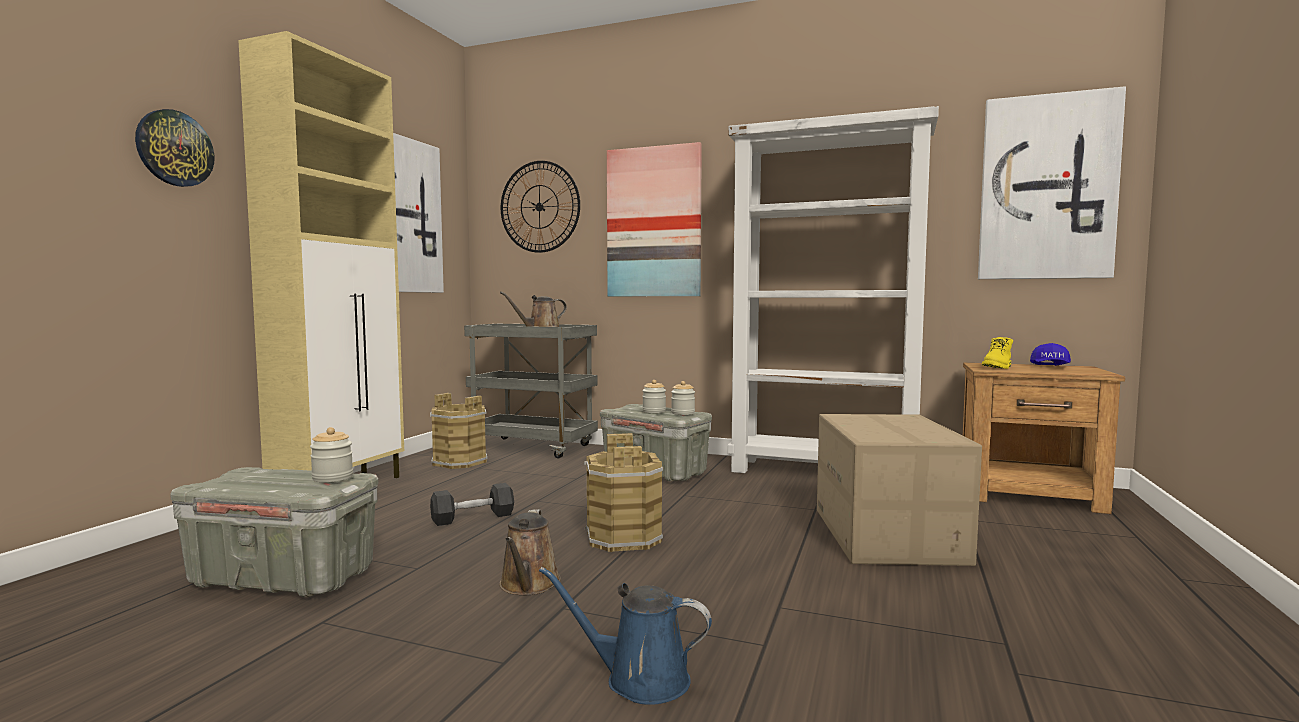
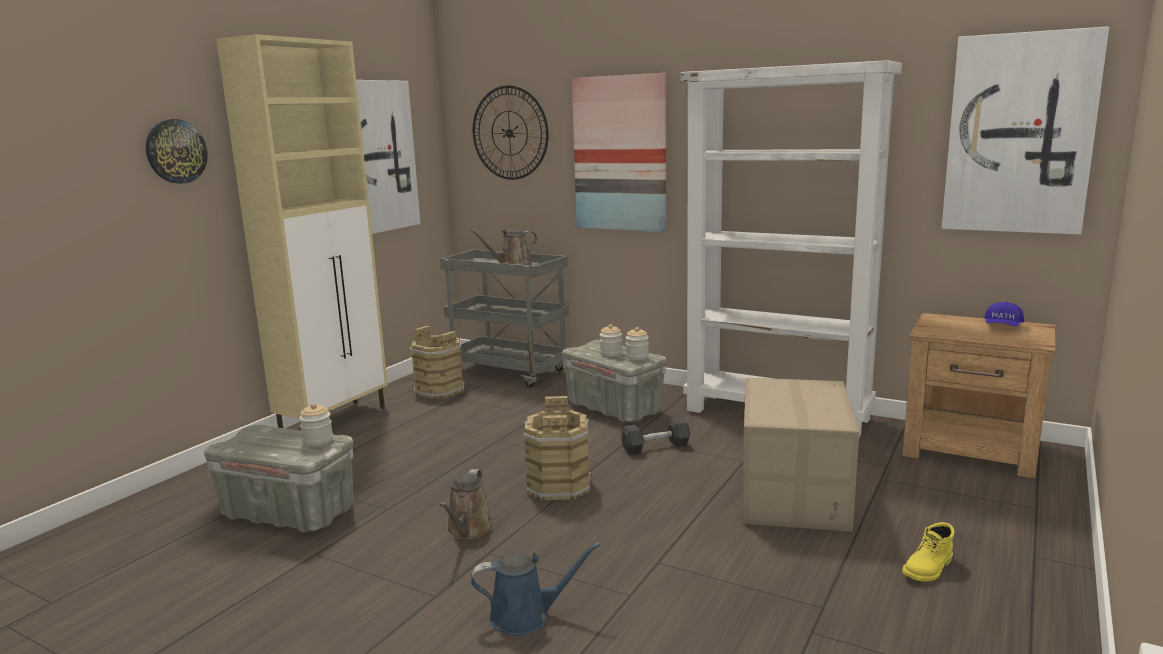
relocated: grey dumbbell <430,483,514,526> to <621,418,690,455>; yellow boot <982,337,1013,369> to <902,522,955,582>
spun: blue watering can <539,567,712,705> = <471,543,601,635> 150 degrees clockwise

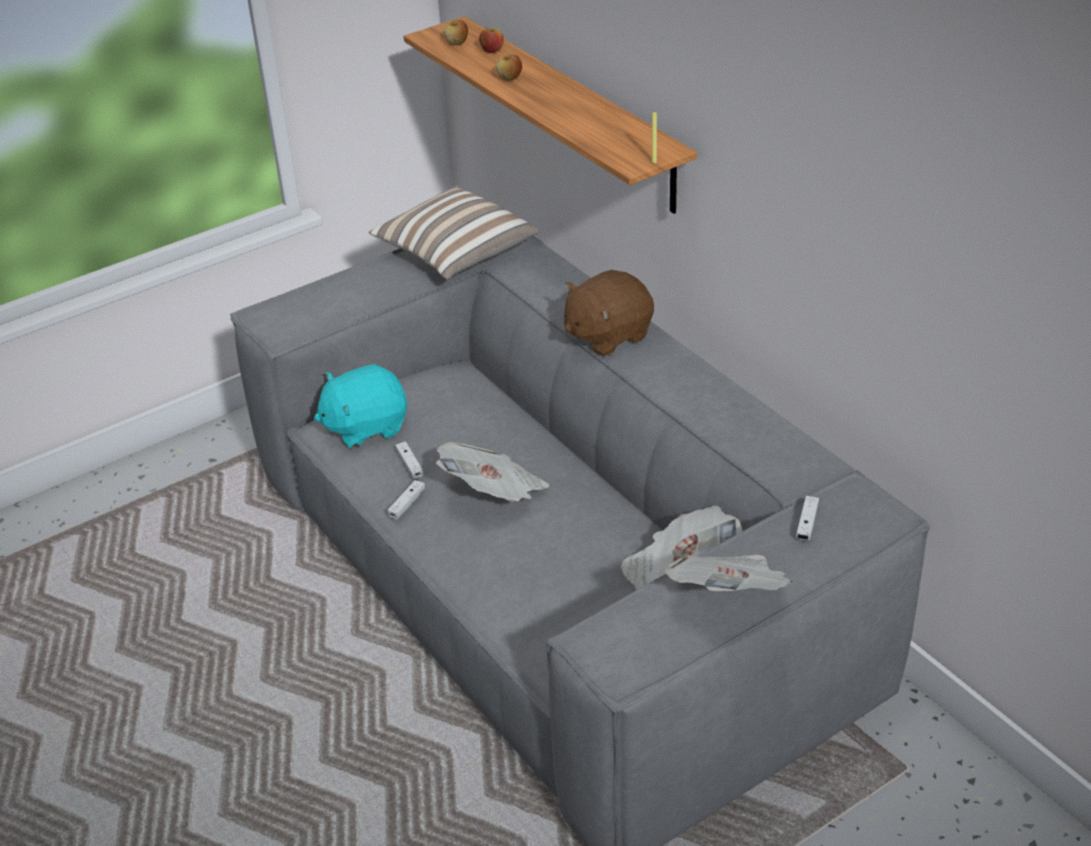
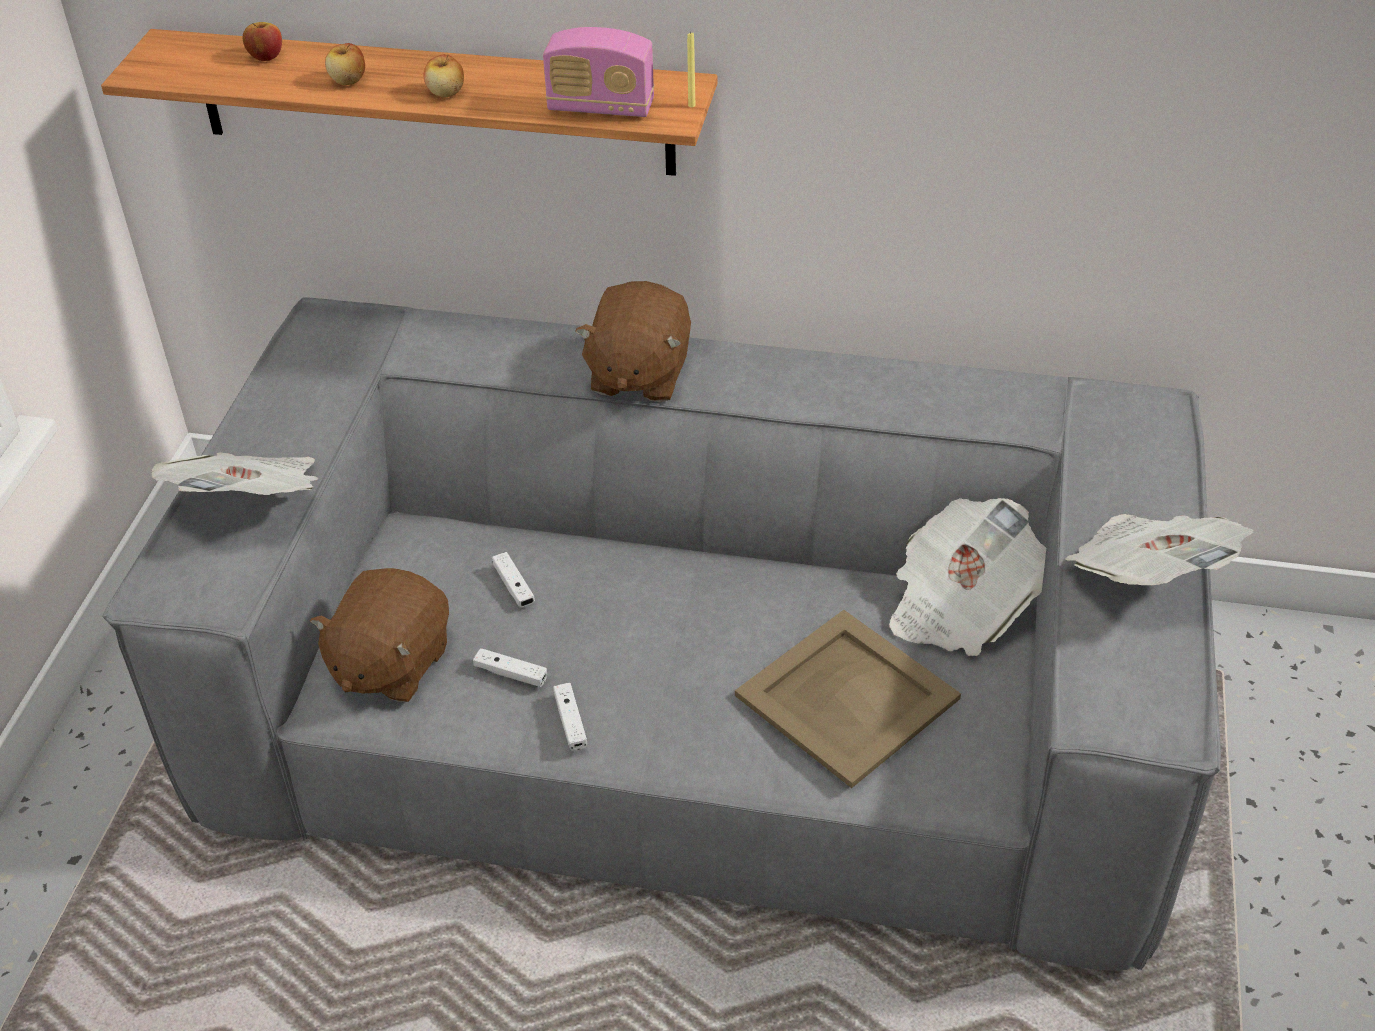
missing: pillow <369,186,540,279>
appeared: radio <543,27,654,117>; beige tray <735,610,961,788>
relocated: newspaper <435,442,549,502> to <151,452,318,495>; apple <444,20,468,45> to <424,55,464,98>; white game controller <796,496,819,540> to <492,552,535,607>
colour: turquoise plush toy <314,364,407,448> to brown plush toy <310,568,449,702>

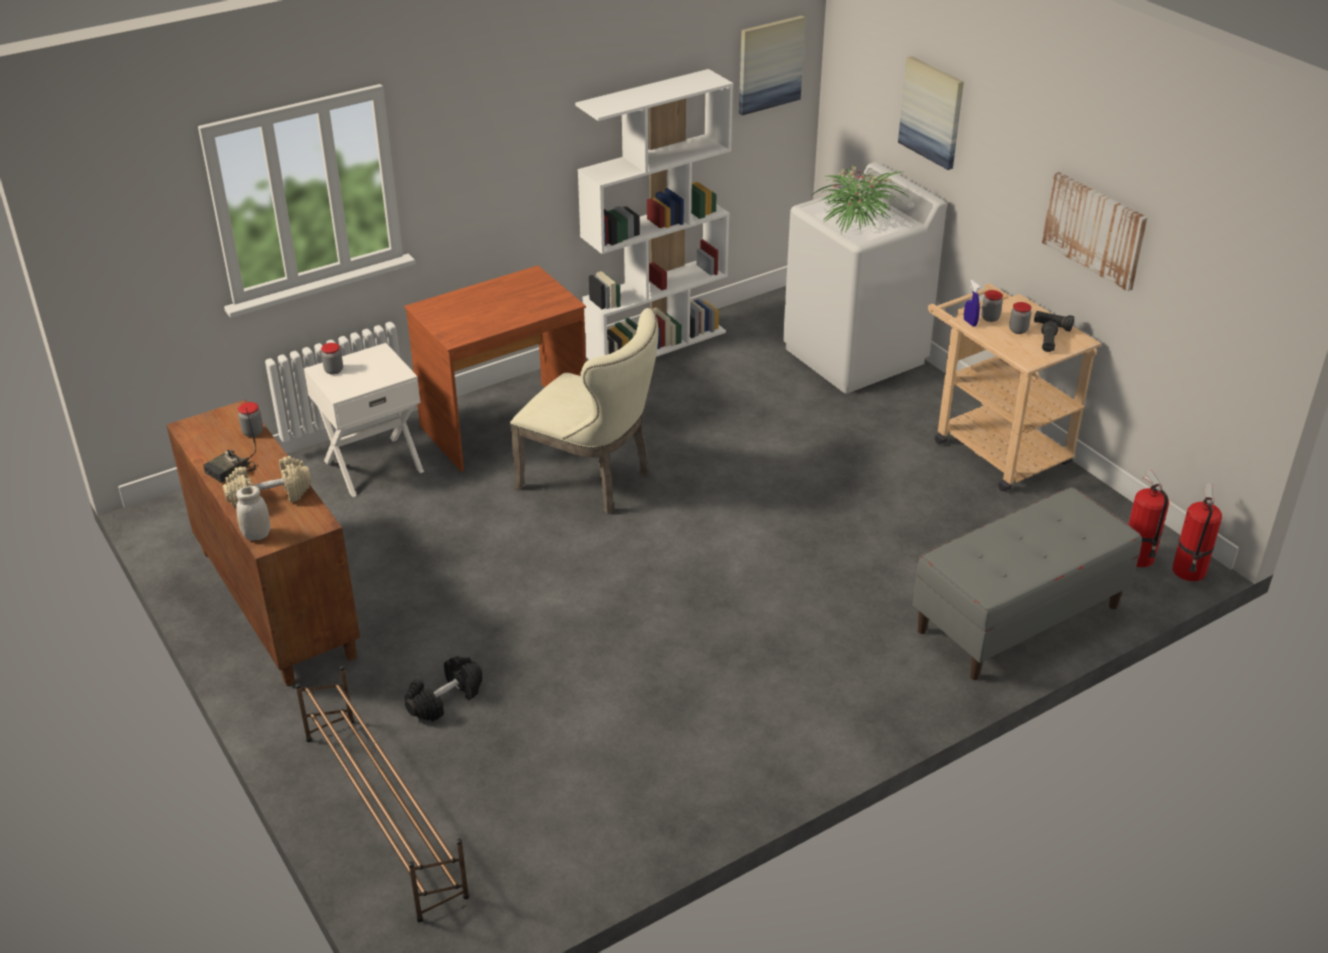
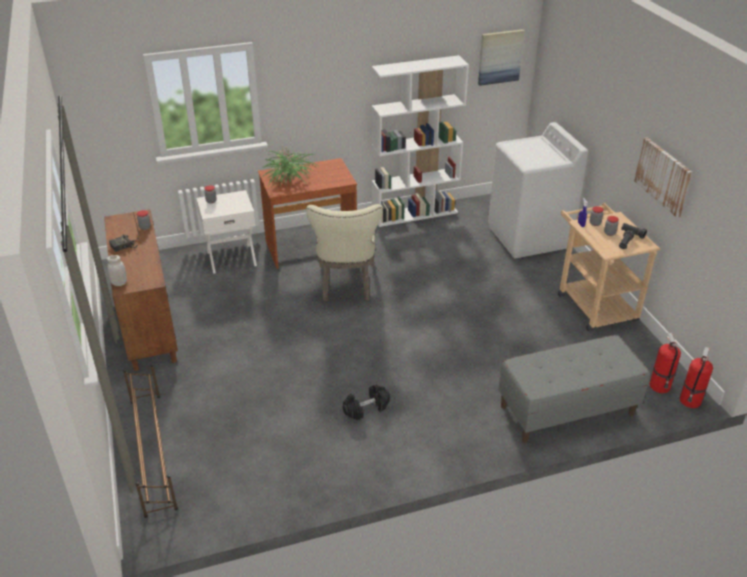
missing: beige dumbbell <223,456,311,506>; picture <898,56,964,170>
relocated: black dumbbell <405,656,482,722> to <343,385,390,420>; potted plant <812,166,908,233> to <261,147,319,187>
spun: beige chair <510,308,658,514> = <306,204,382,301> 45 degrees clockwise

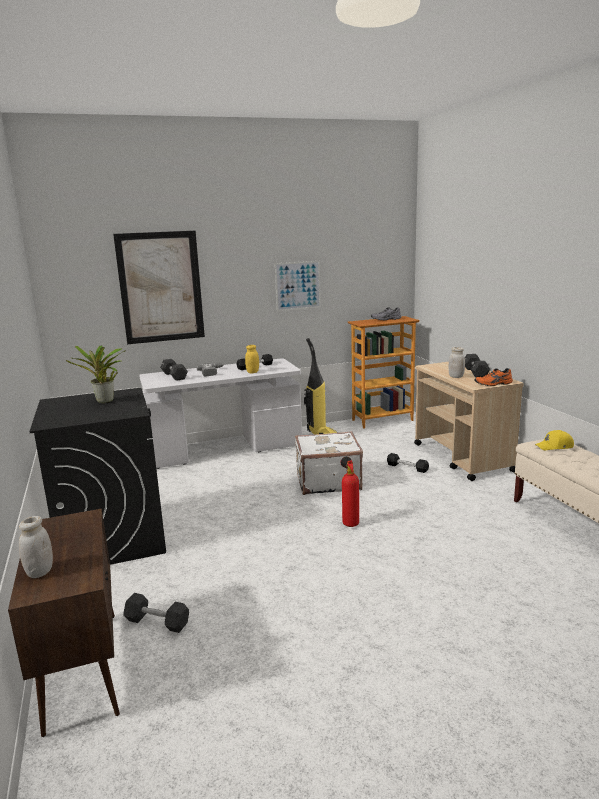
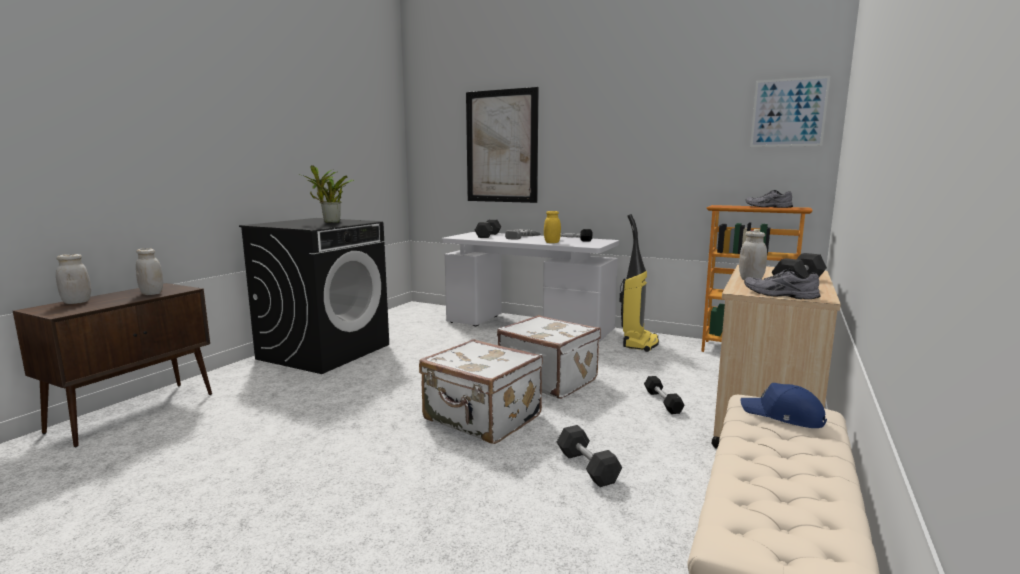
appeared: white jar <136,248,163,295>
relocated: black dumbbell <123,593,189,633> to <557,425,622,487>; picture <275,261,321,311> to <750,76,830,147>
exchanged: fire extinguisher <340,456,359,527> to white suitcase <419,339,543,444>
colour: orange shoe <474,368,513,386> to grey shoe <744,269,821,299>; yellow cap <535,430,574,451> to blue cap <741,383,827,428>

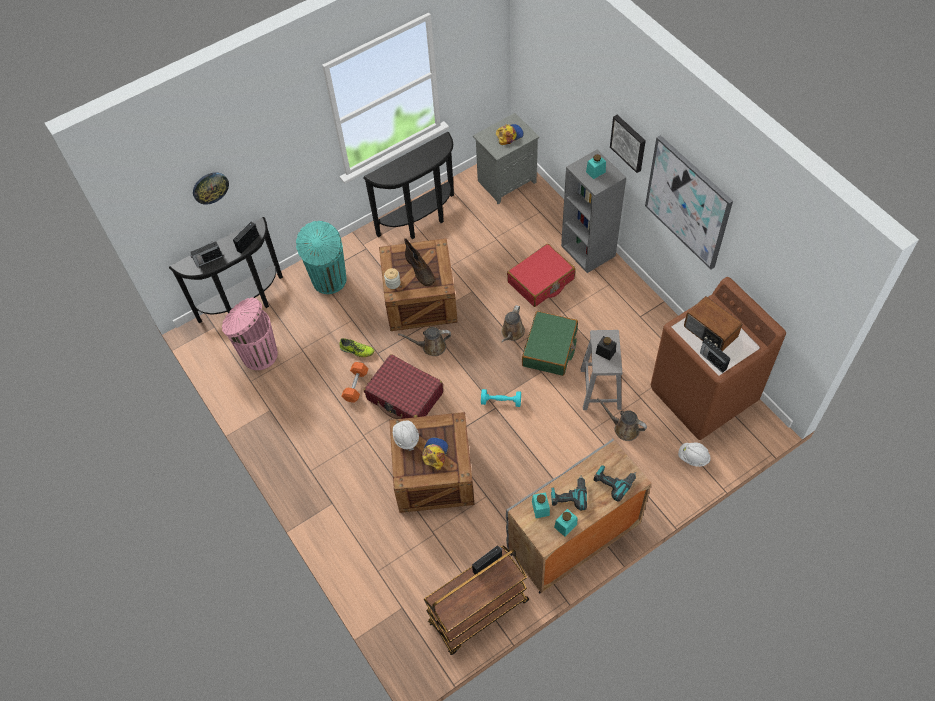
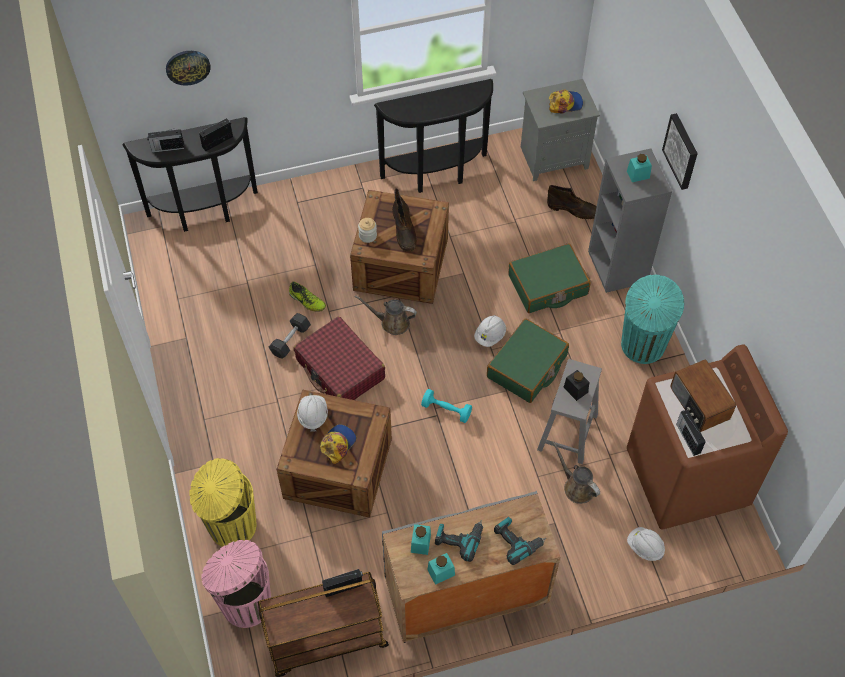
missing: picture <645,135,733,270>
appeared: yellow trash can <189,458,256,547>; brown boot <547,185,597,219>
relocated: pink trash can <222,298,278,370> to <201,540,271,628>; turquoise trash can <296,221,347,294> to <621,274,684,364>
exchanged: brown watering can <501,305,525,343> to white hard hat <474,315,506,347>
colour: orange dumbbell <341,362,369,403> to grey dumbbell <269,313,311,359>; red suitcase <507,244,575,307> to green suitcase <509,244,591,313>

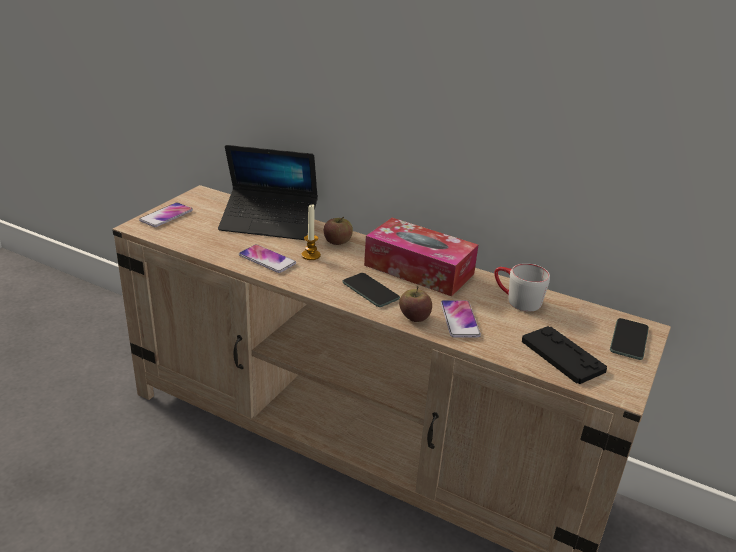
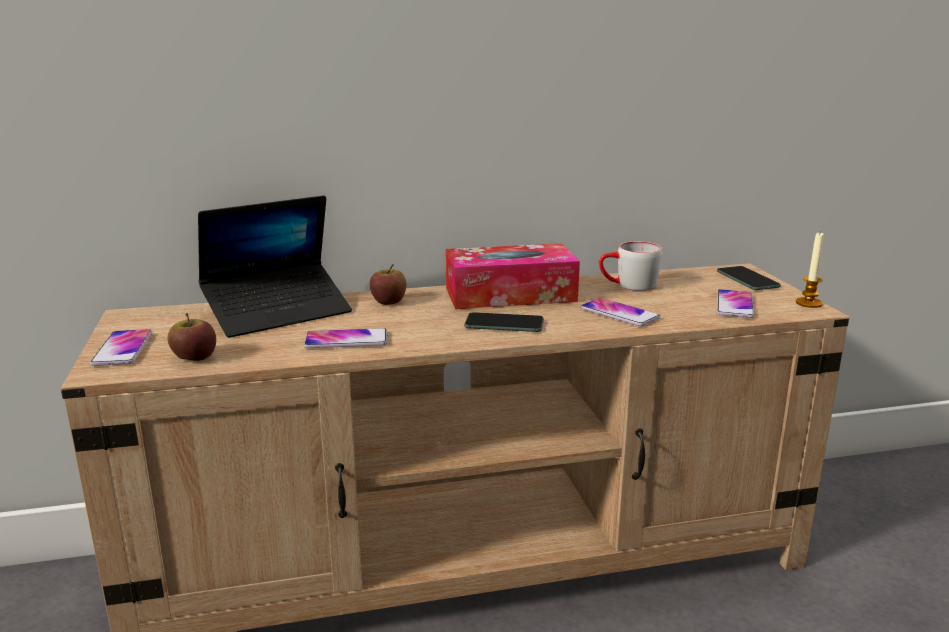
relocated: candle <301,204,321,260> to <796,233,824,308>; apple <399,286,432,322> to <167,313,216,361>
exchanged: black game controller <522,326,607,384> to phone <717,289,754,318>

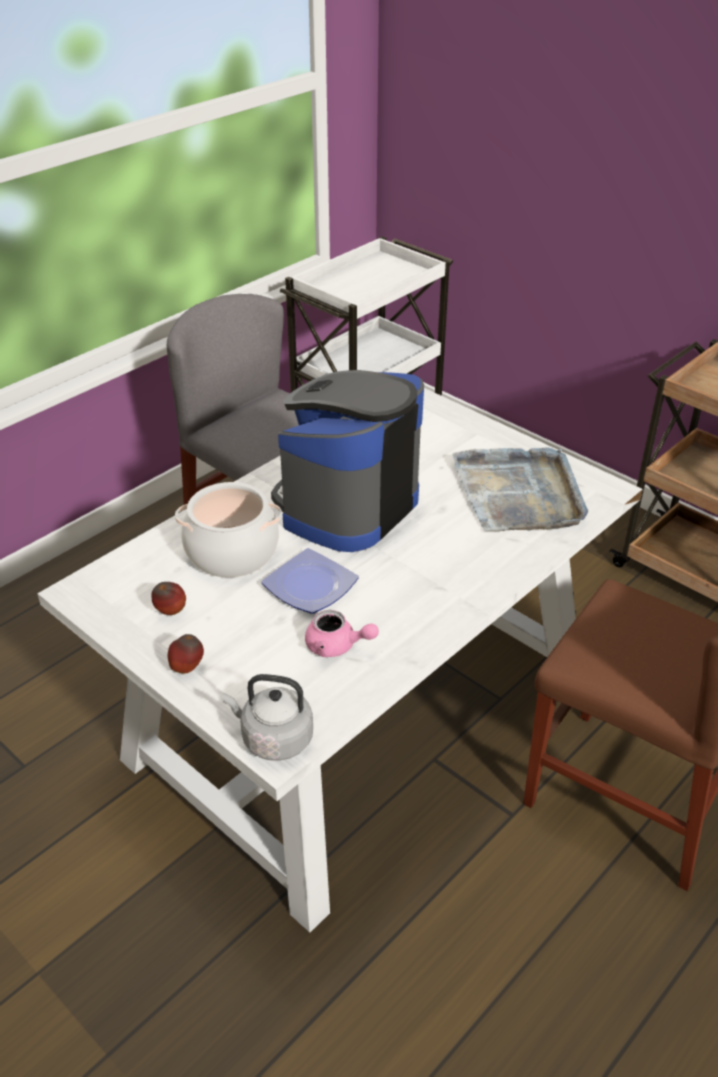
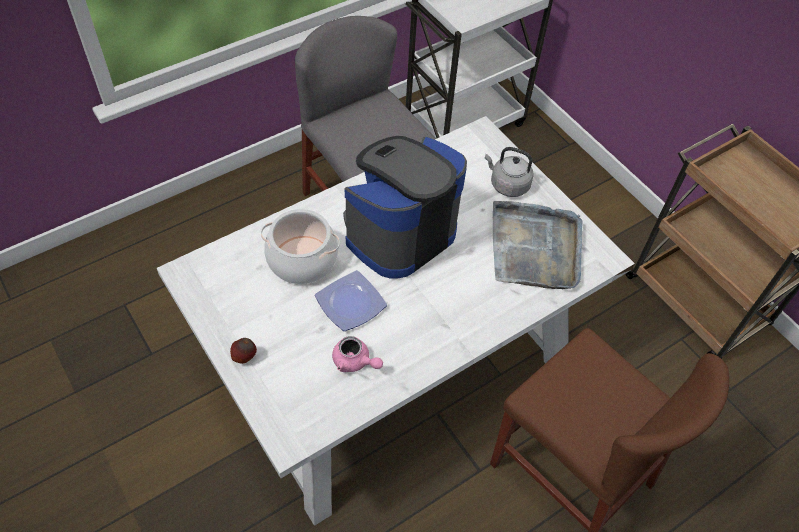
missing: apple <151,582,186,615>
relocated: grey kettle <222,674,313,761> to <485,147,534,197>

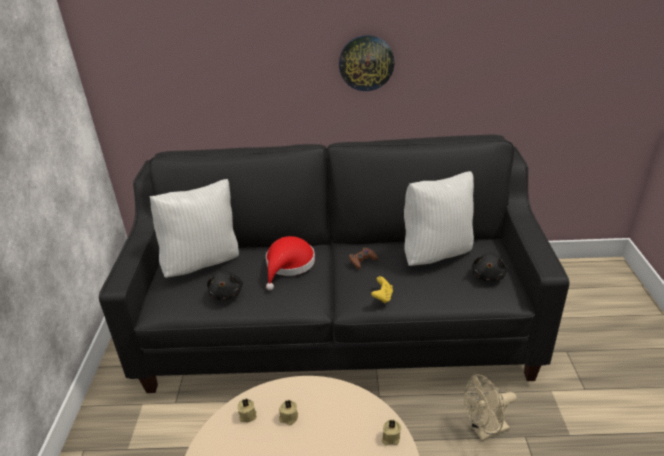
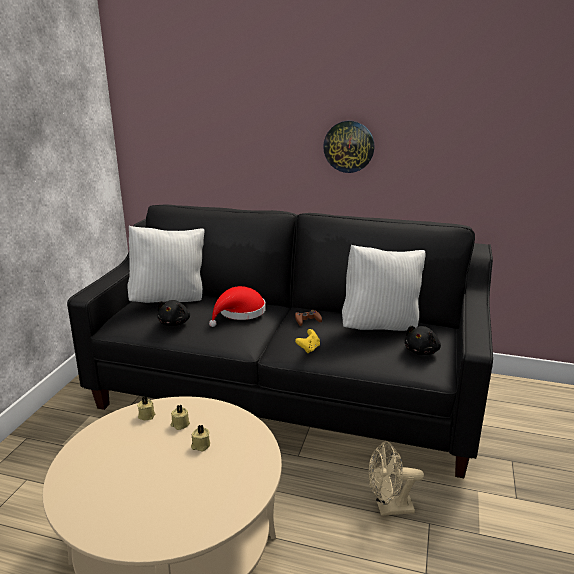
relocated: beige candle <382,420,401,445> to <191,425,210,451>

